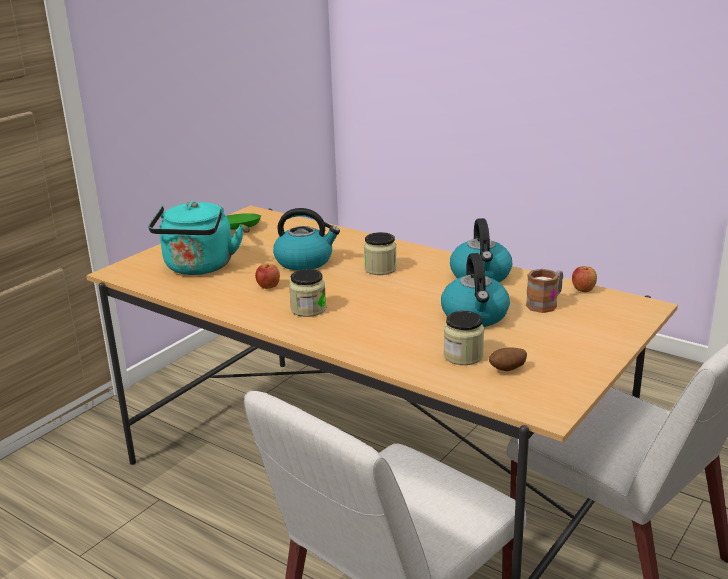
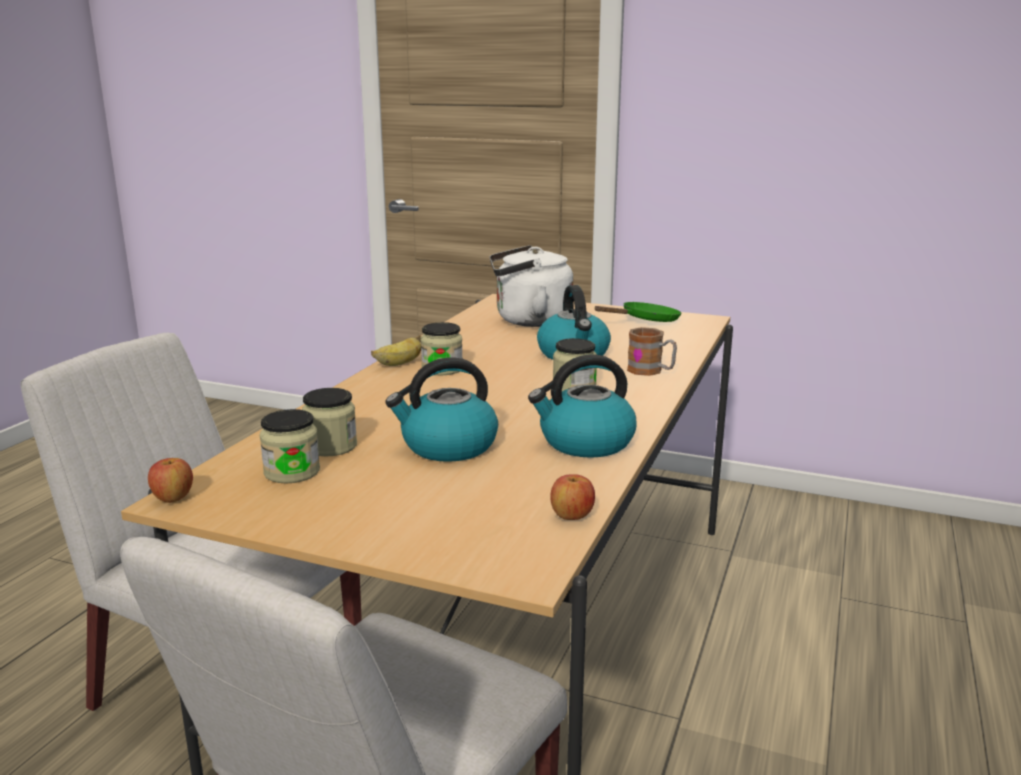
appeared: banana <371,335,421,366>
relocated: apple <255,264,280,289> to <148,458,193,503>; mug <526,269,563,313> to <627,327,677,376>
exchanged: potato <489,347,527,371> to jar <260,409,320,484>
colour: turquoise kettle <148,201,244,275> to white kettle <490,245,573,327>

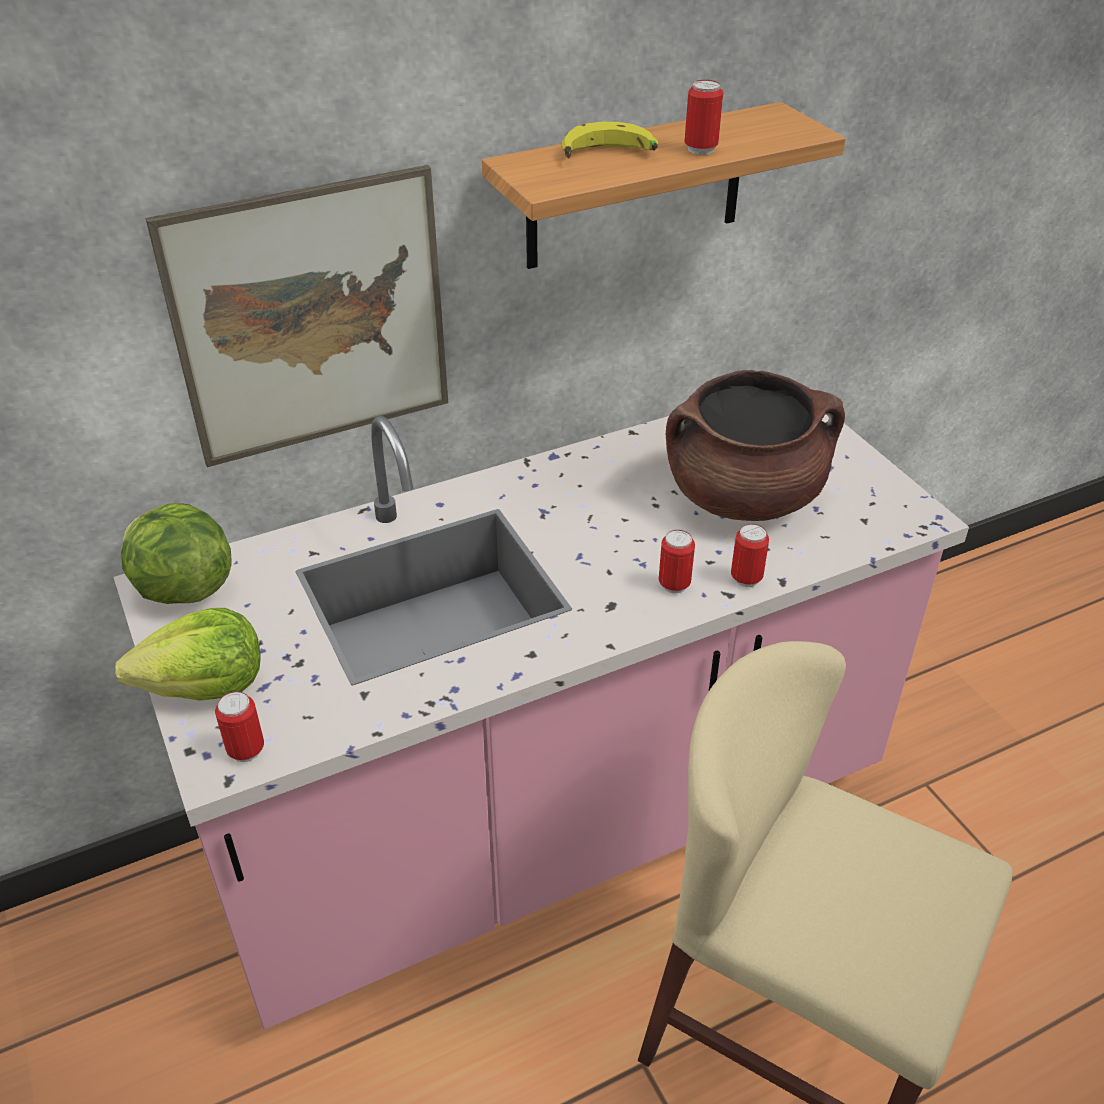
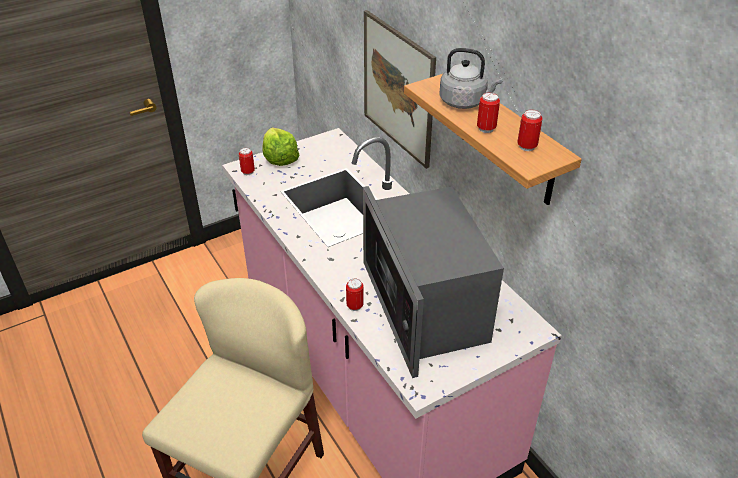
missing: lettuce <121,503,232,604>
relocated: can <659,530,695,593> to <517,110,543,151>
exchanged: banana <561,122,658,158> to grey kettle <440,48,502,109>; brown cooking pot <666,370,845,521> to microwave <363,186,504,378>

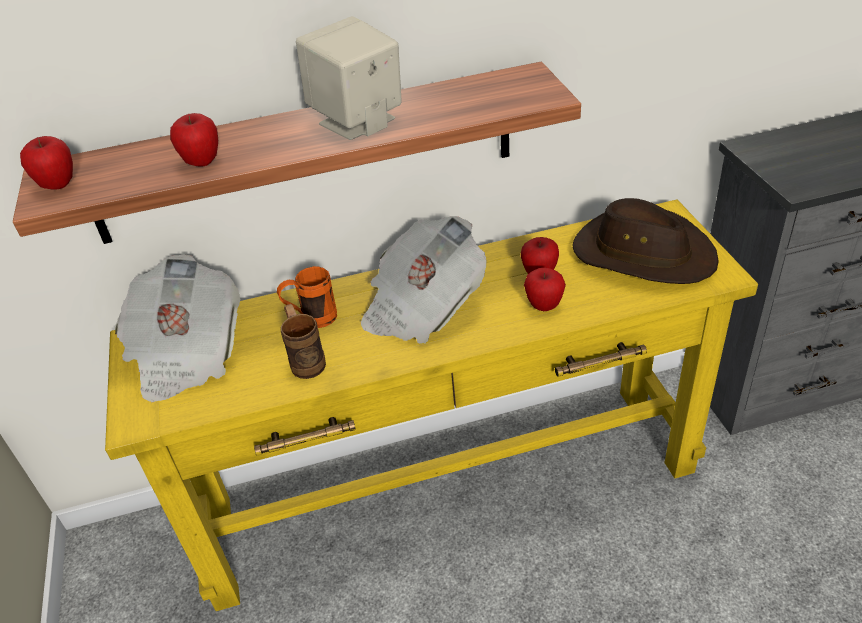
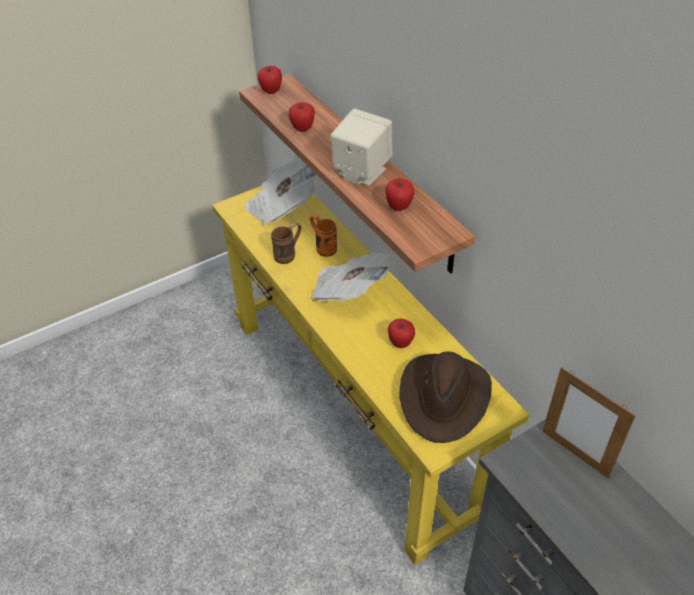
appeared: picture frame <542,367,636,479>
relocated: apple <524,268,566,311> to <385,178,414,211>

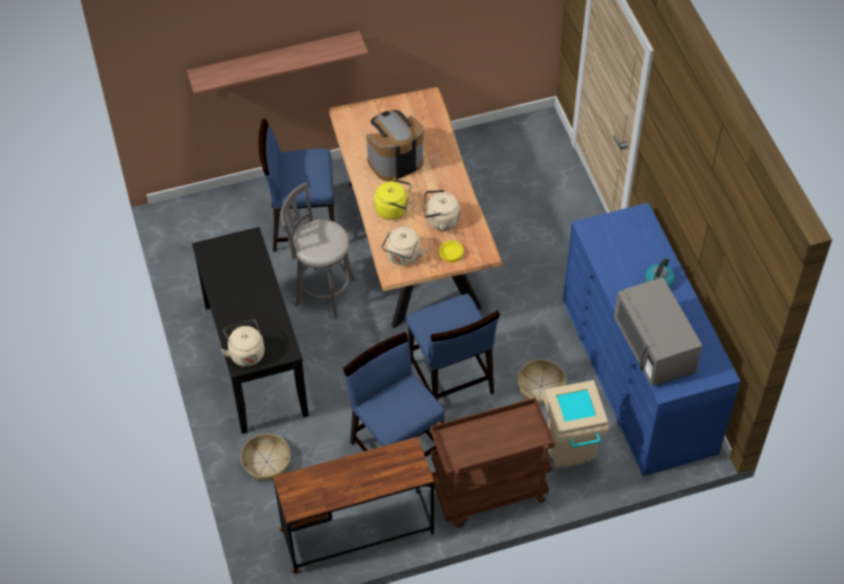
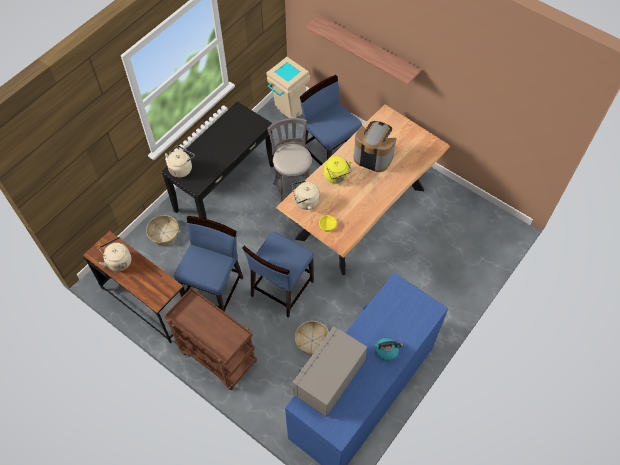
relocated: beige kettle <424,190,460,231> to <99,237,131,271>; beige trash can <544,380,609,468> to <266,57,310,118>

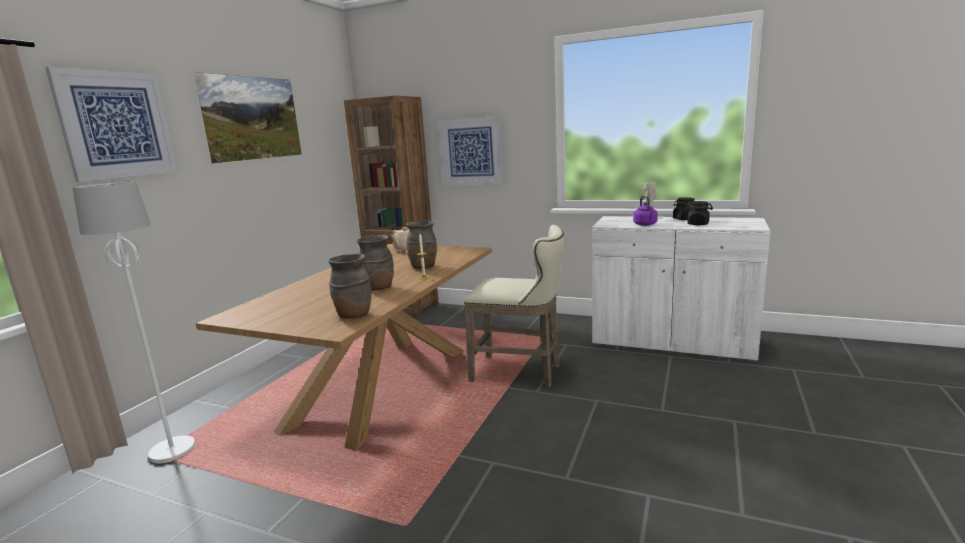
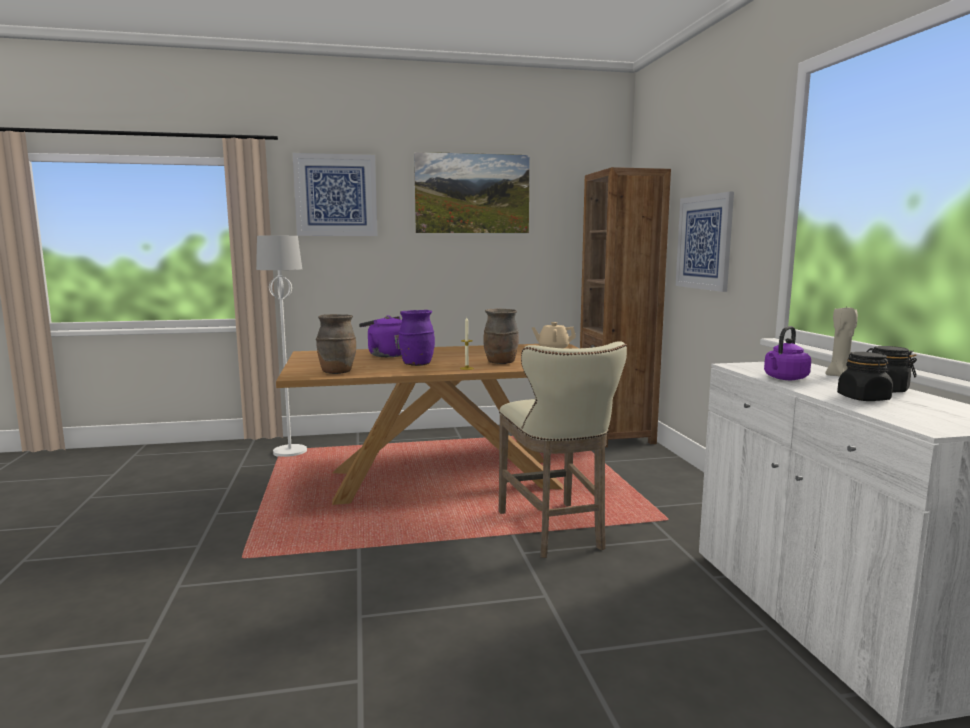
appeared: purple kettle <359,315,402,357>
colour: brown vase <357,235,394,290> to purple vase <398,310,435,366>

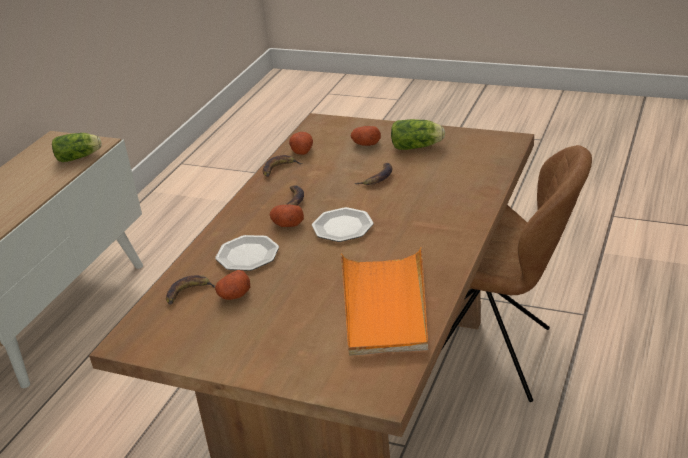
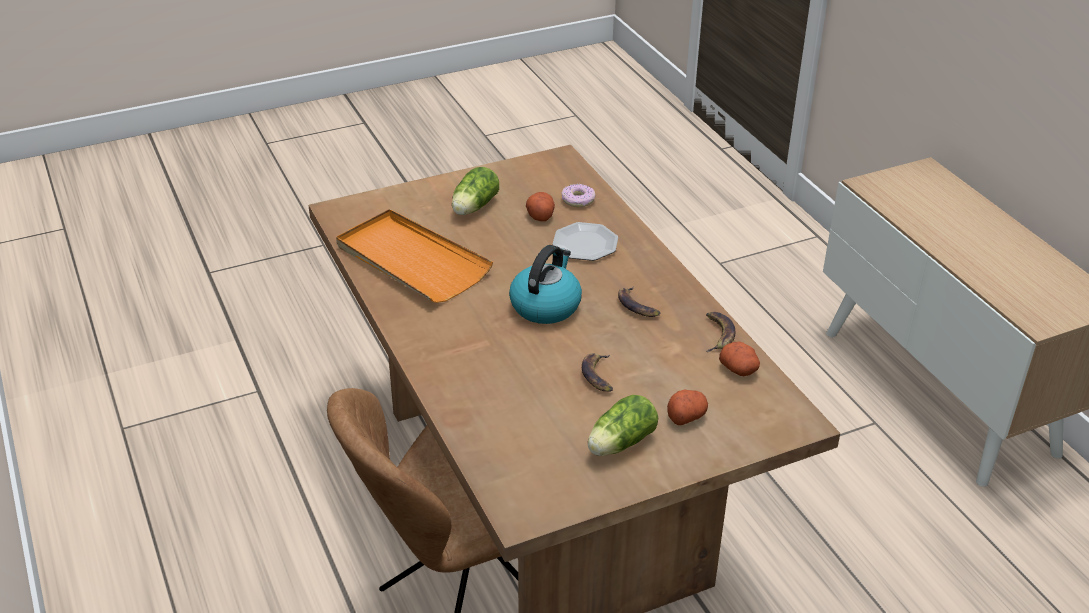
missing: potato <270,204,304,227>
relocated: lettuce <52,133,102,162> to <452,167,499,215>
exchanged: banana <166,275,215,305> to donut <562,184,595,207>; plate <312,207,374,242> to kettle <509,245,582,324>

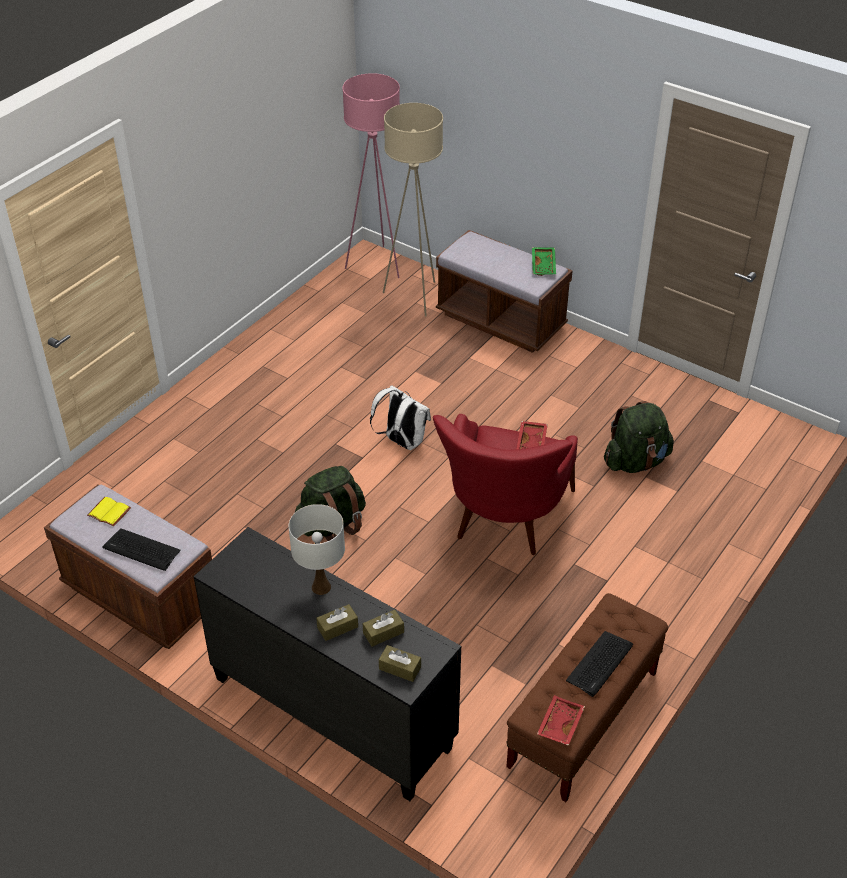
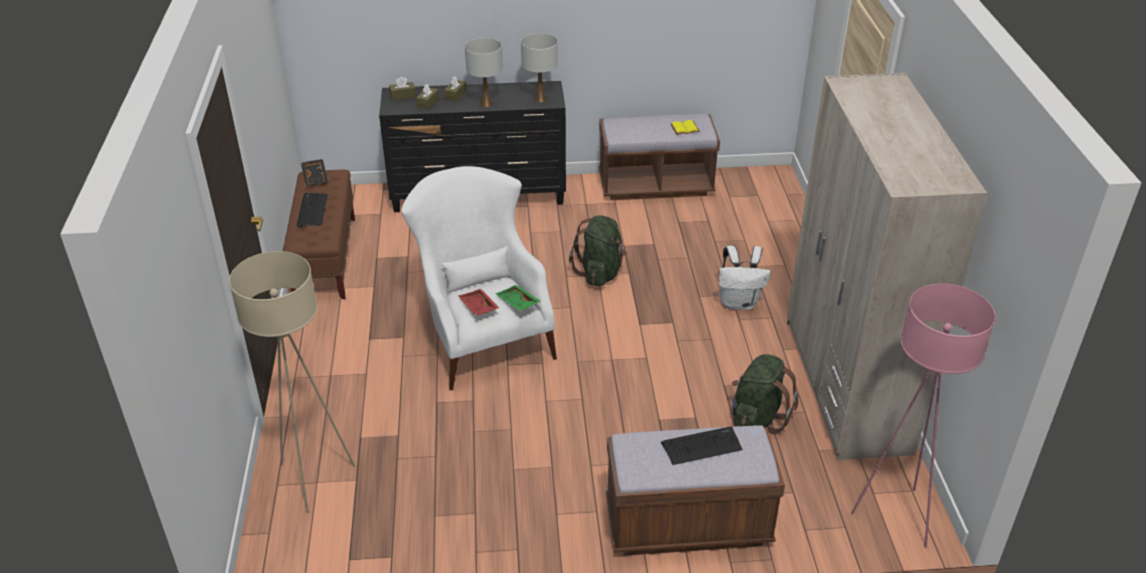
appeared: white table lamp <521,33,558,102>; beige wardrobe <787,73,987,460>
relocated: keyboard <102,528,181,571> to <661,427,743,465>; white backpack <370,385,431,450> to <718,246,771,310>; beige floor lamp <383,103,443,317> to <229,251,355,513>; green tray <532,247,556,276> to <495,285,541,311>; green backpack <604,401,674,473> to <732,354,798,434>
colour: red armchair <433,414,578,555> to white armchair <401,166,557,390>; red tray <537,695,585,746> to black tray <301,159,328,186>

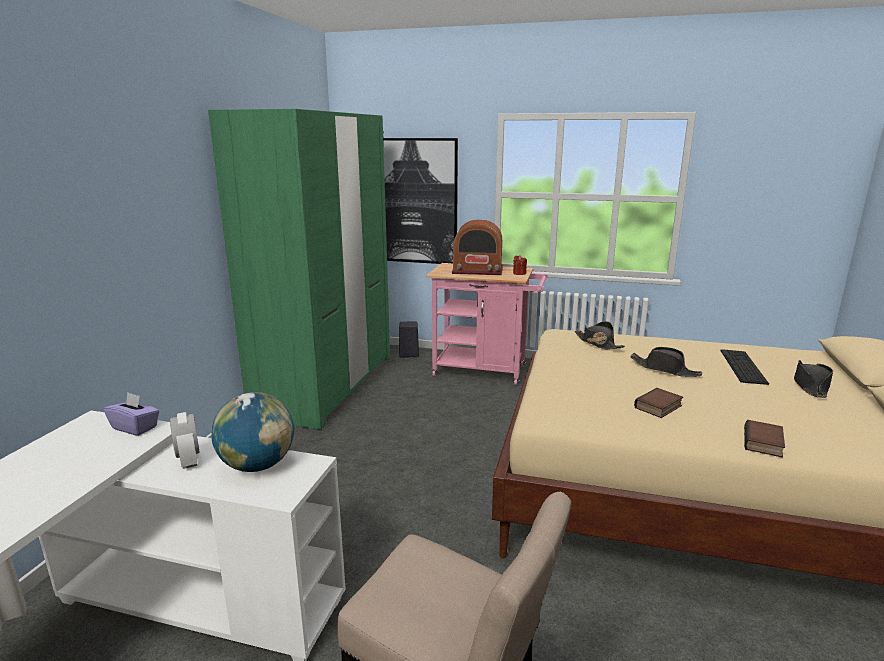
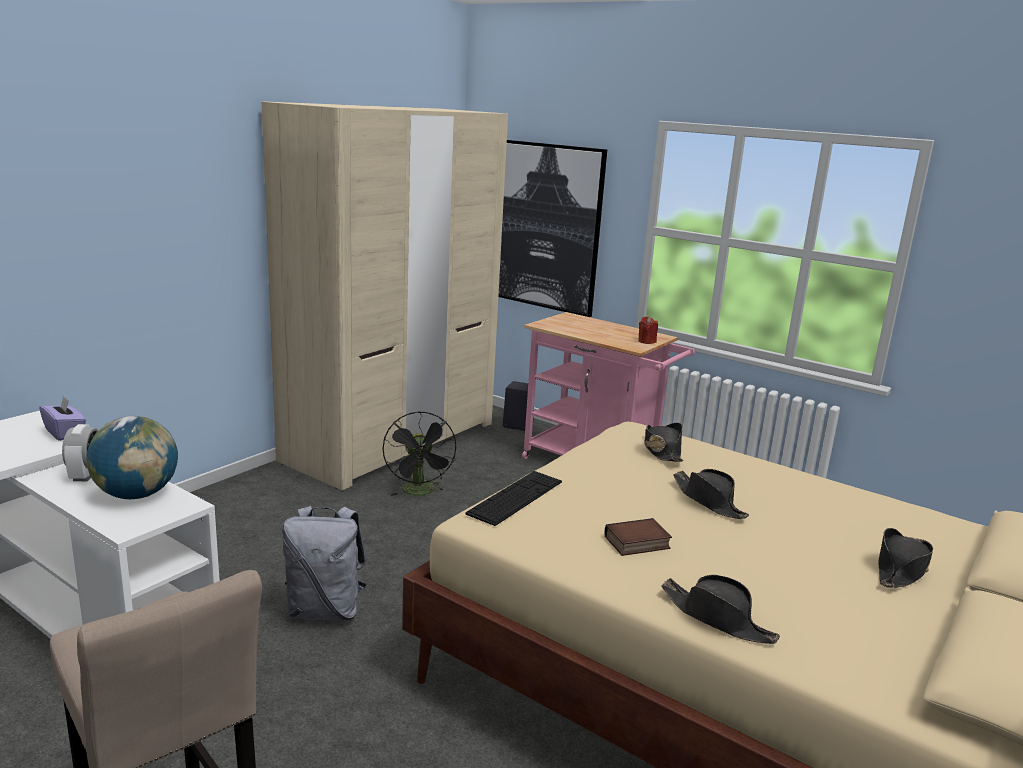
missing: radio <452,220,503,275>
appeared: grey backpack <282,506,367,621>; black fan <382,412,456,496>
relocated: keyboard <721,349,769,385> to <466,471,562,526>
exchanged: book <744,420,785,457> to black hat <662,574,780,644>
colour: green wardrobe <208,109,390,429> to beige wardrobe <261,101,508,490>

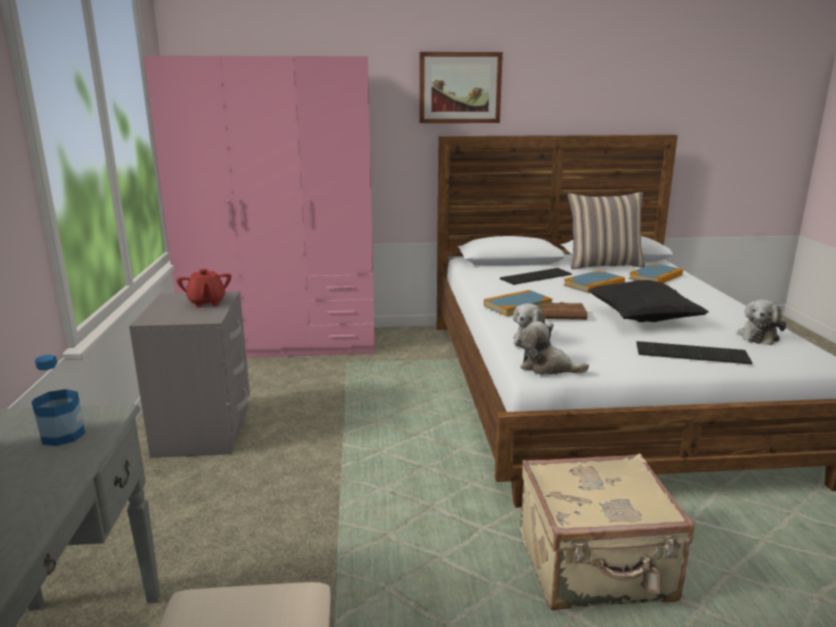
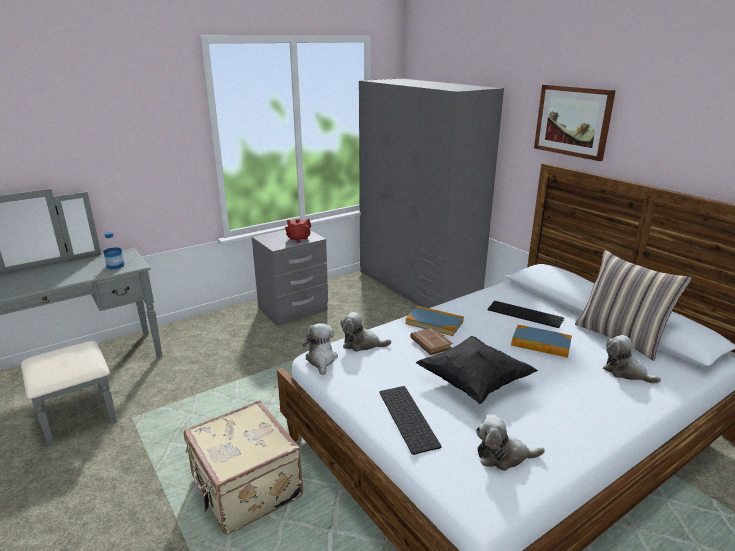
exchanged: book <629,264,683,283> to plush toy <603,335,661,384>
colour: pink wardrobe <143,55,375,358> to grey wardrobe <359,78,504,308>

